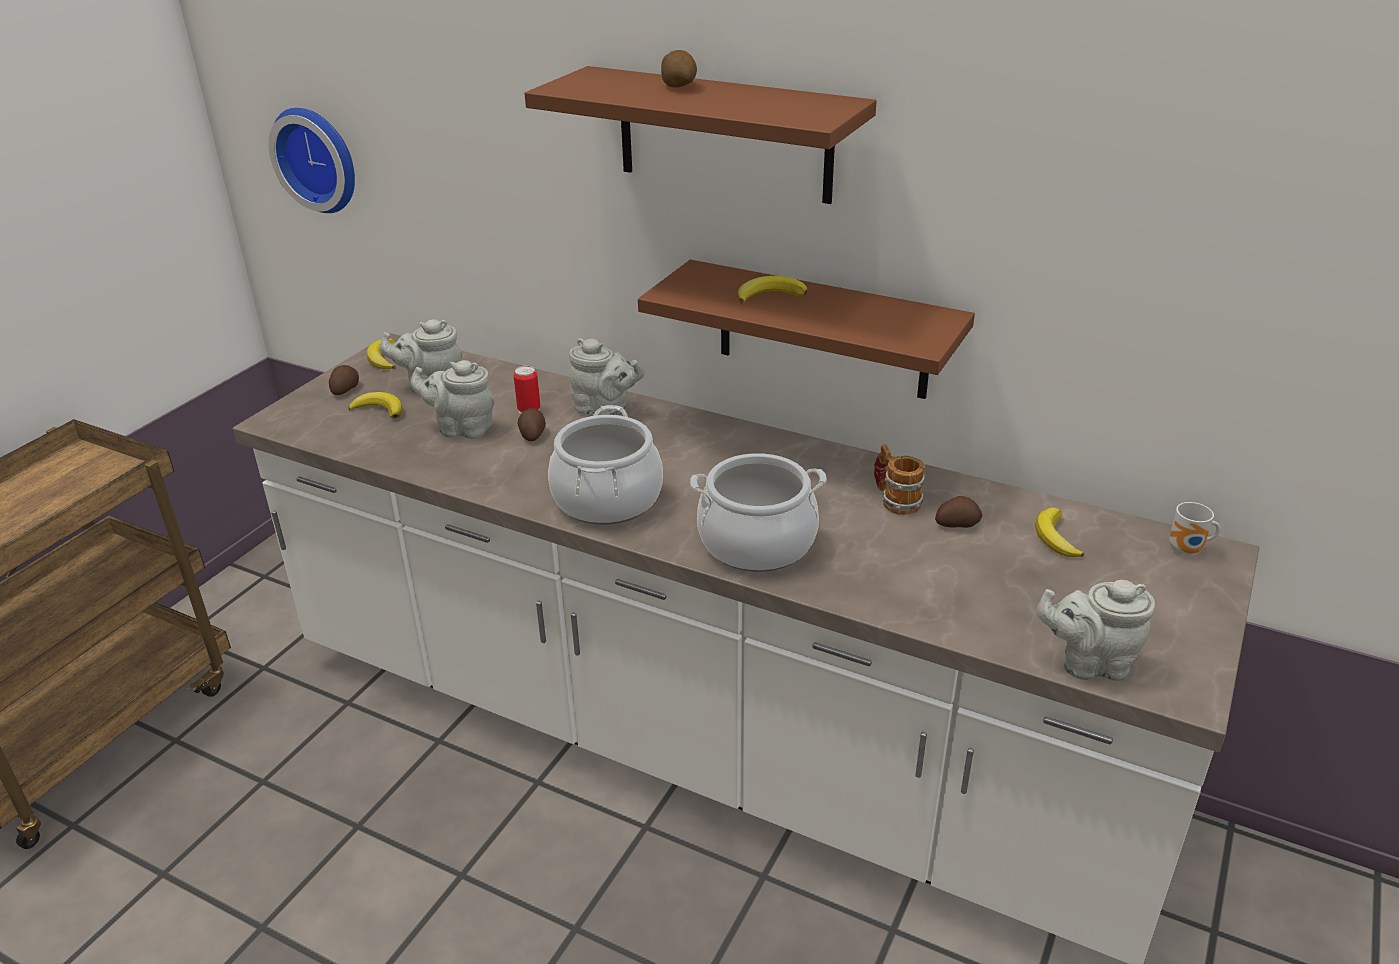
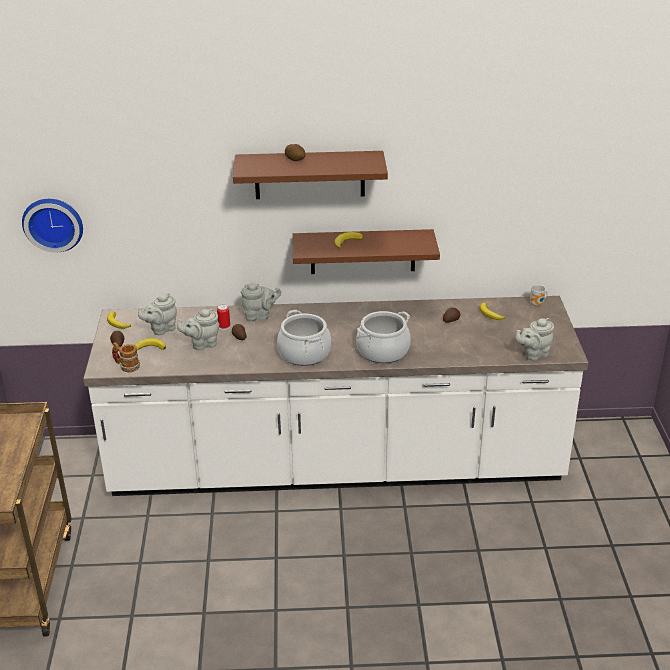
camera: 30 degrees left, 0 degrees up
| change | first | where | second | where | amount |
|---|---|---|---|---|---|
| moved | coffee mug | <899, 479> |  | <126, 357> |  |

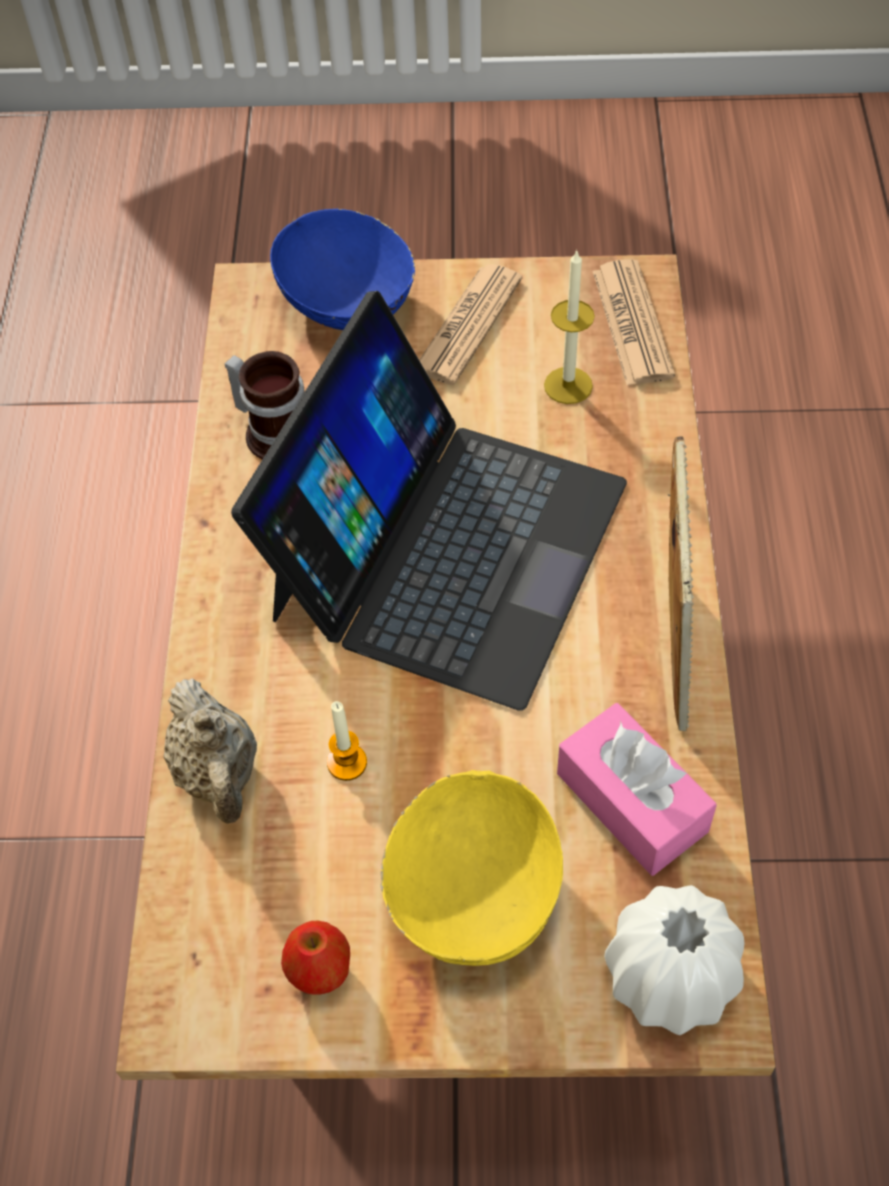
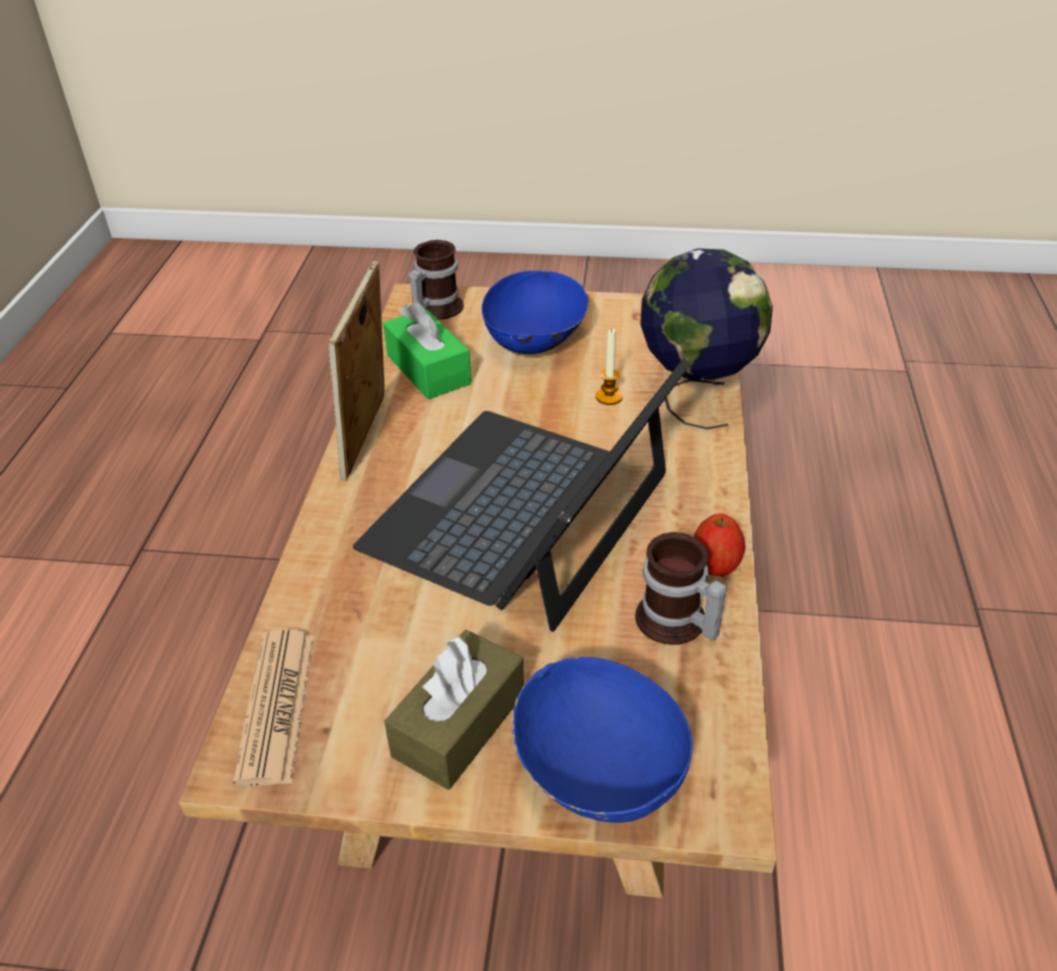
camera: 175 degrees left, 15 degrees down
| change | first | where | second | where | amount |
|---|---|---|---|---|---|
| removed | candle | <569, 326> |  |  |  |
| replaced | newspaper | <470, 324> | tissue holder in brownish | <454, 710> |  |
| replaced | teapot in beige-coloured | <210, 751> | desk globe | <706, 338> |  |
| recoloured | tissue holder in pink | <637, 789> | tissue holder in green | <427, 350> |  |
| recoloured | deep dish in yellowish | <471, 868> | deep dish in blue | <536, 312> |  |
| replaced | vase in whitish | <674, 960> | coffee mug | <436, 280> |  |
| moved | whole apple | <315, 958> |  | <719, 545> |  |

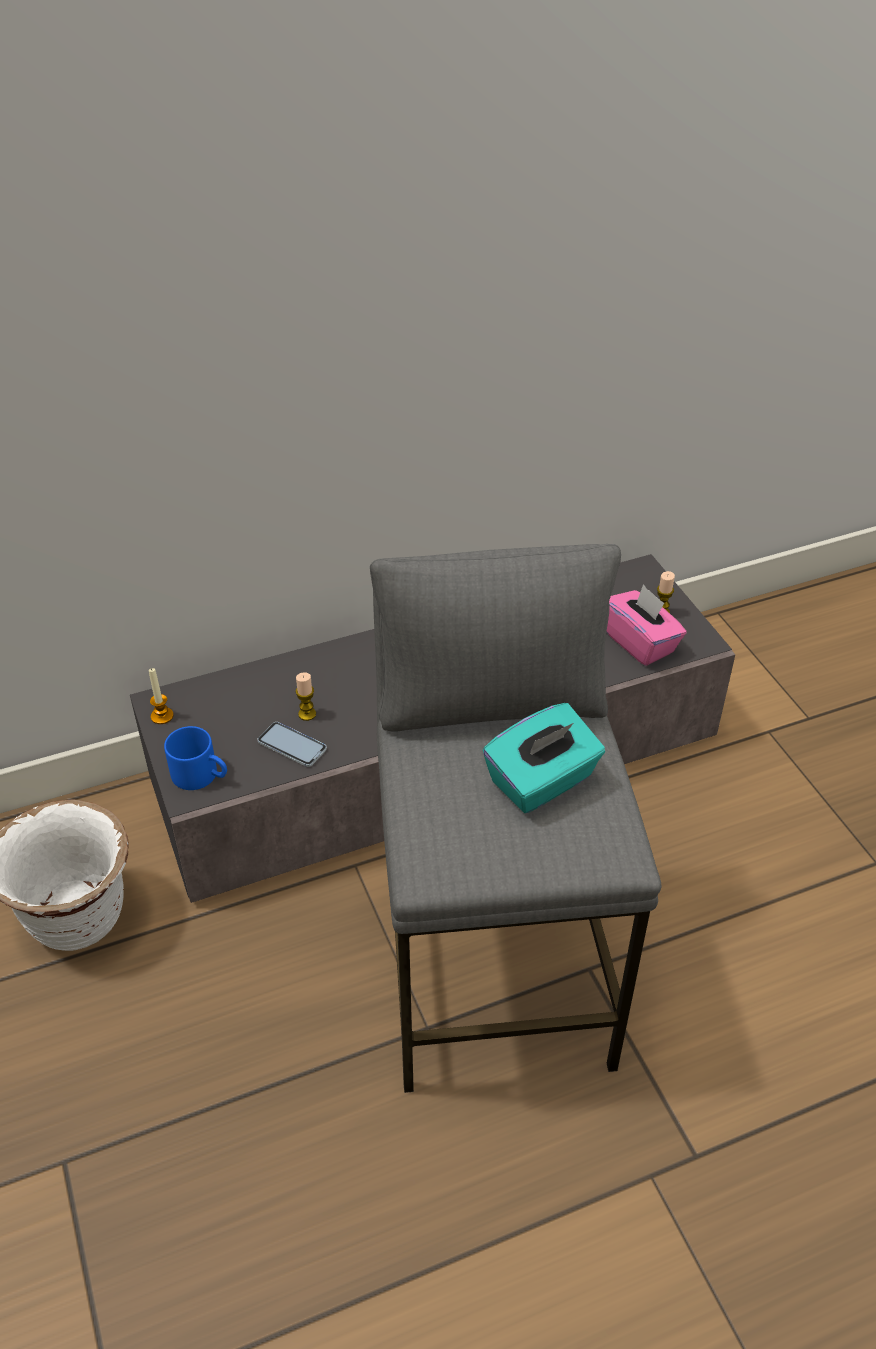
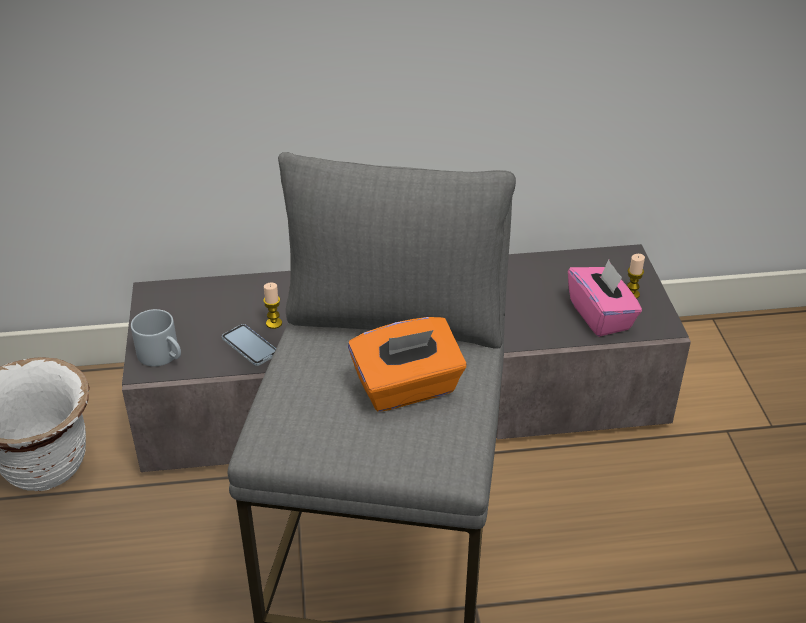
camera: 15 degrees right, 5 degrees down
| change | first | where | second | where | amount |
|---|---|---|---|---|---|
| removed | candle | <161, 696> |  |  |  |
| recoloured | tissue holder in turquoise | <544, 758> | tissue holder in orange-coloured | <407, 364> |  |
| recoloured | coffee mug in blue | <195, 758> | coffee mug in greyish | <156, 337> |  |

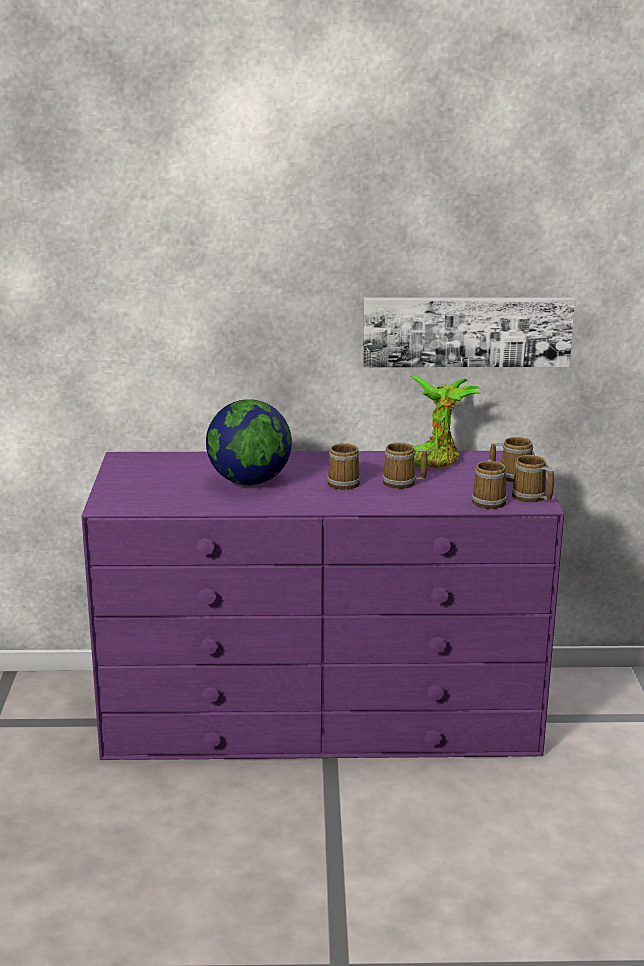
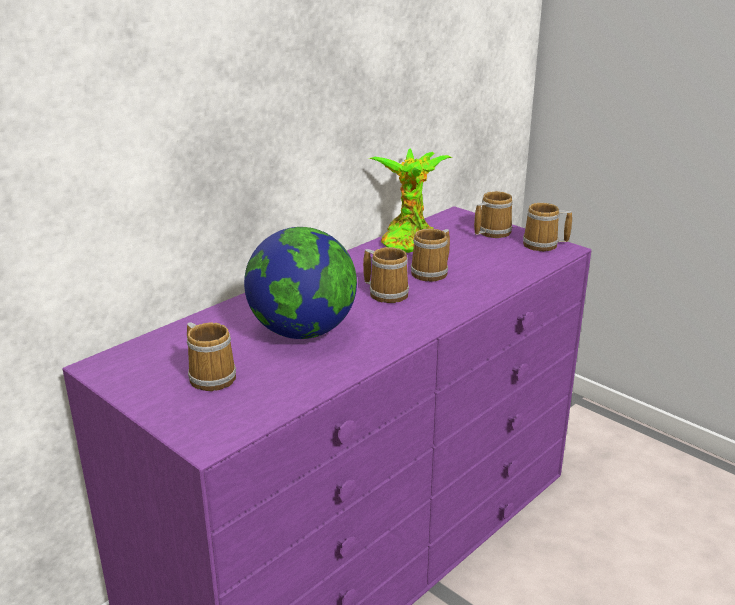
camera: 45 degrees left, 5 degrees up
| change | first | where | second | where | amount |
|---|---|---|---|---|---|
| removed | wall art | <469, 332> |  |  |  |
| moved | coffee mug | <489, 484> |  | <211, 356> |  |

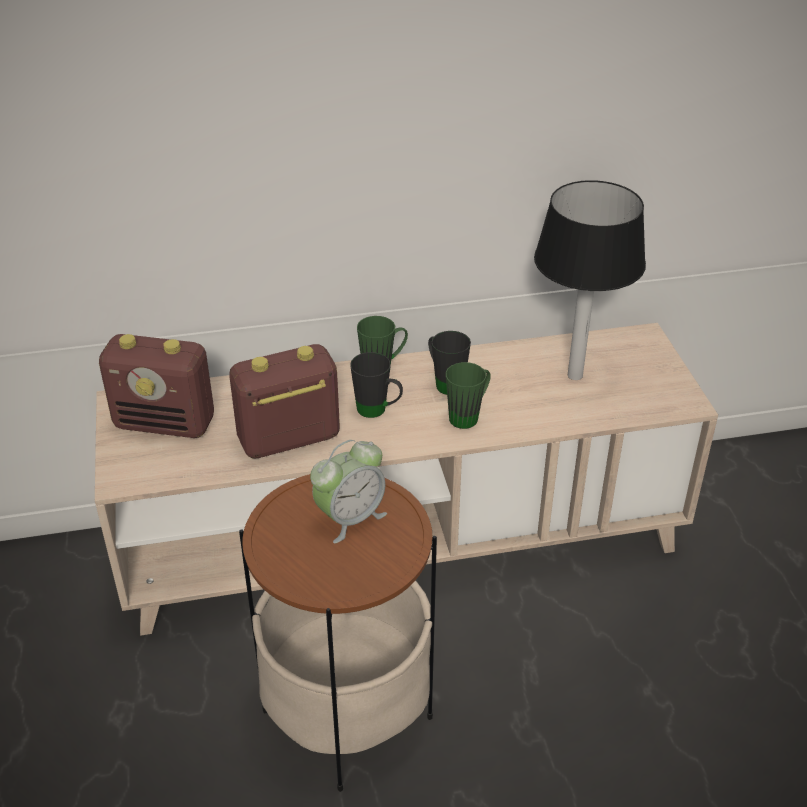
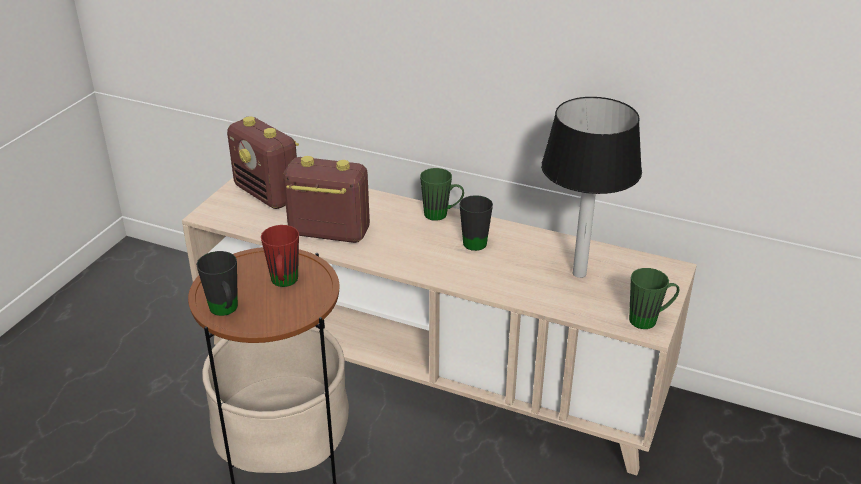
camera: 35 degrees right, 5 degrees down
| change | first | where | second | where | amount |
|---|---|---|---|---|---|
| moved | coffee mug in black | <376, 385> |  | <217, 283> |  |
| moved | coffee mug in green | <468, 395> |  | <654, 298> |  |
| replaced | alarm clock | <348, 491> | coffee mug in red | <280, 256> |  |

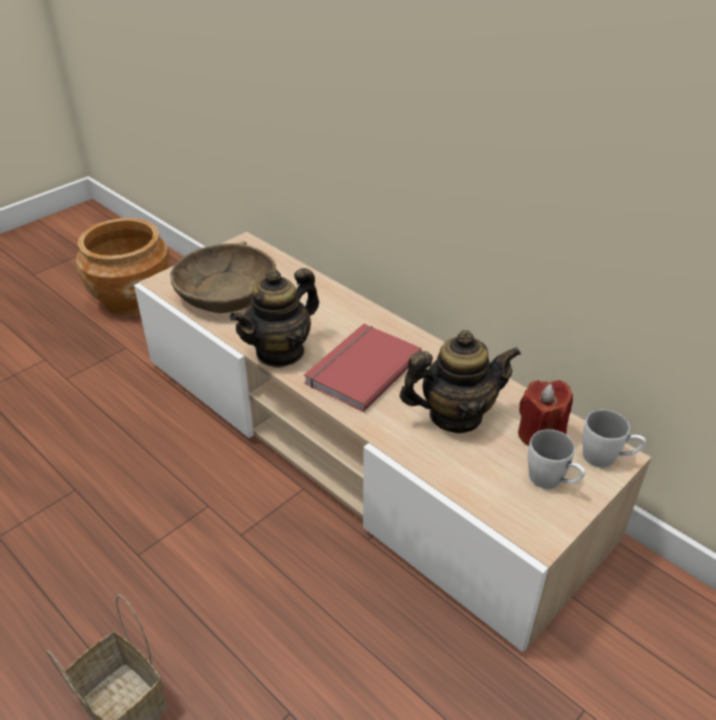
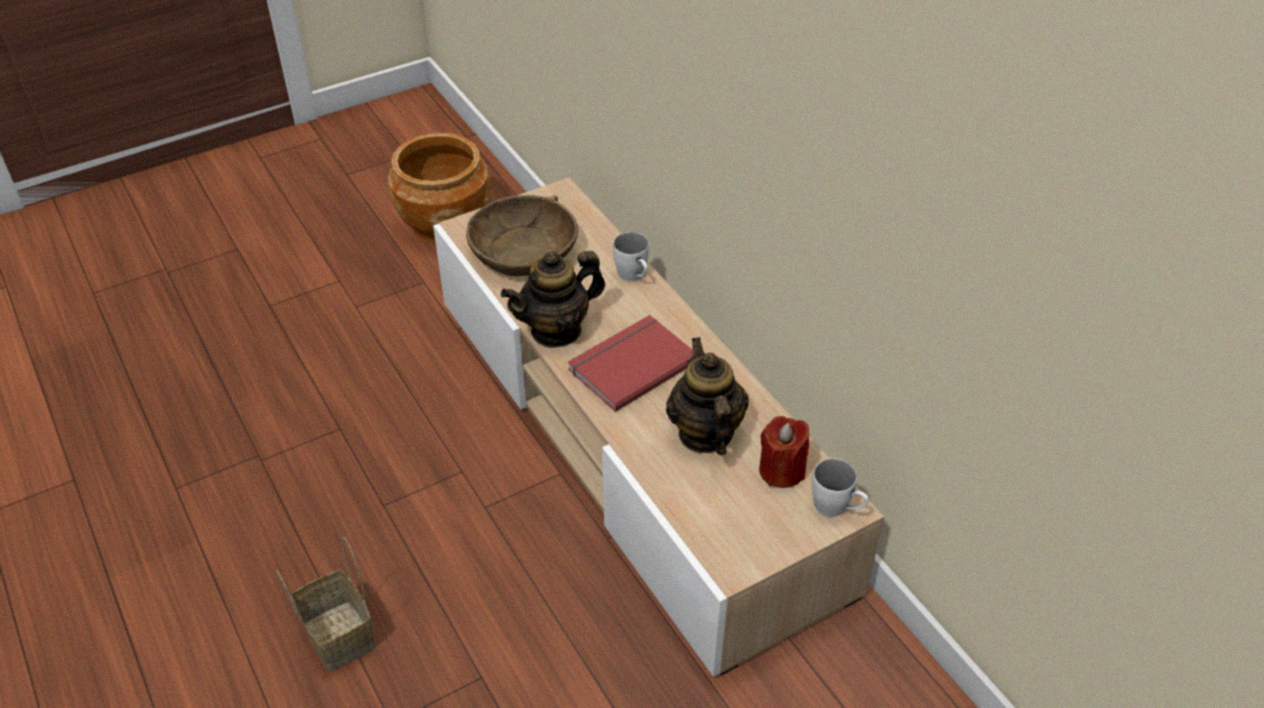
camera: 15 degrees right, 5 degrees up
| change | first | where | second | where | amount |
|---|---|---|---|---|---|
| turned | teapot | <460, 381> |  | <707, 396> | 105 degrees counterclockwise |
| moved | coffee mug in whitish | <556, 459> |  | <631, 256> |  |

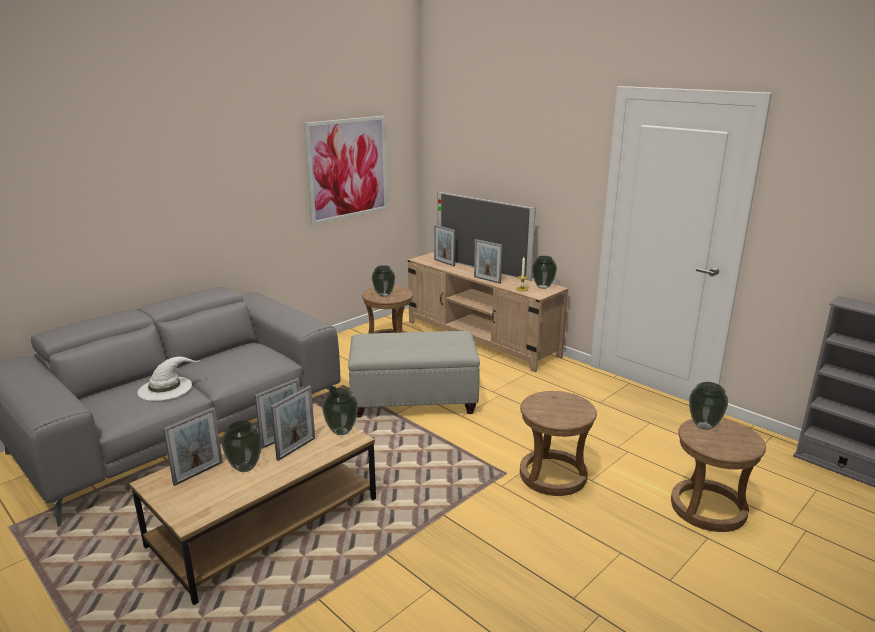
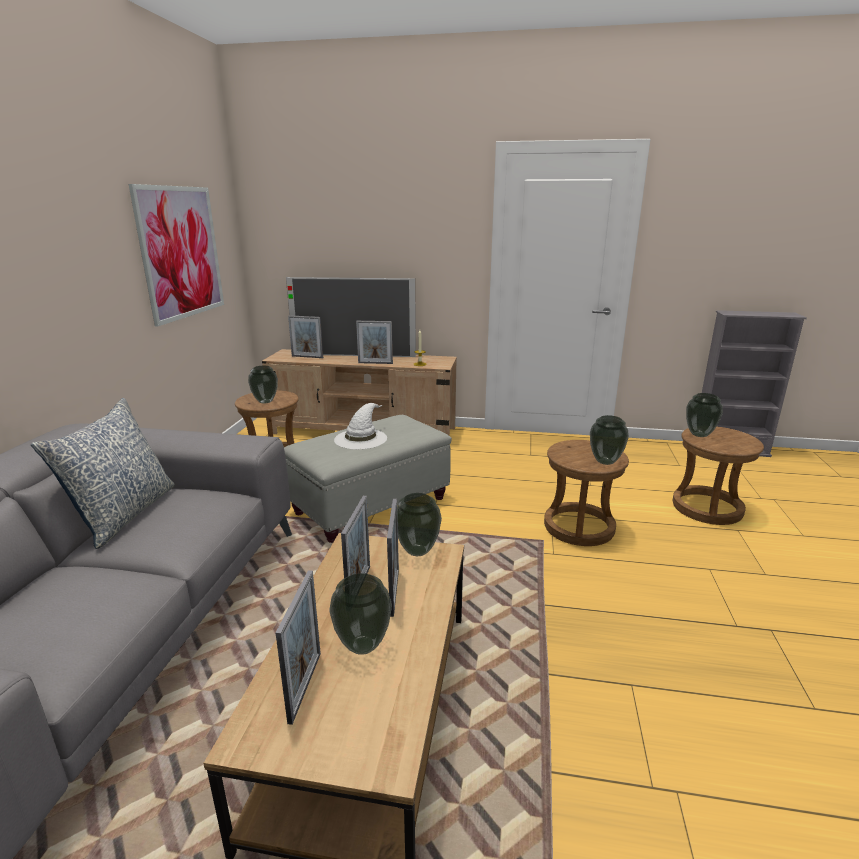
camera: 35 degrees left, 0 degrees up
| change | first | where | second | where | amount |
|---|---|---|---|---|---|
| moved | vase | <544, 272> |  | <609, 440> |  |
| moved | clothing hat in whitish | <169, 378> |  | <360, 426> |  |
| added |  |  | cushion | <103, 473> |  |

